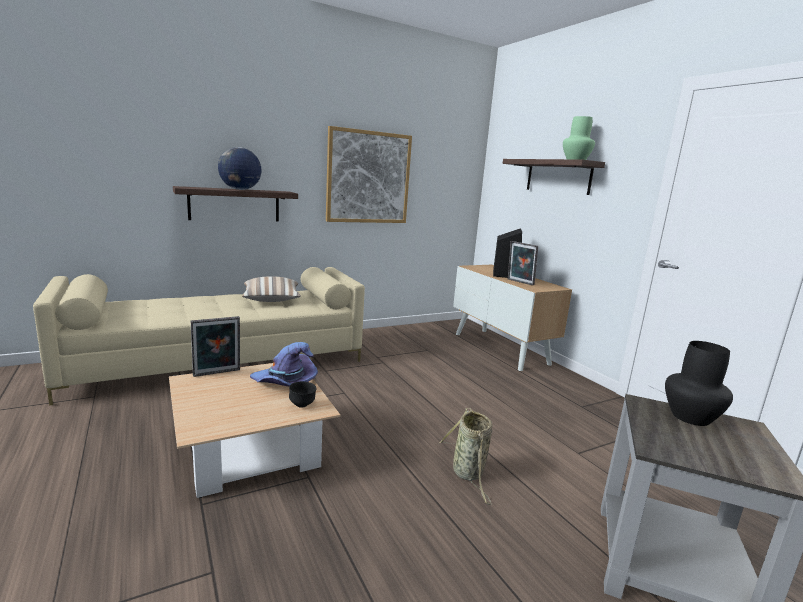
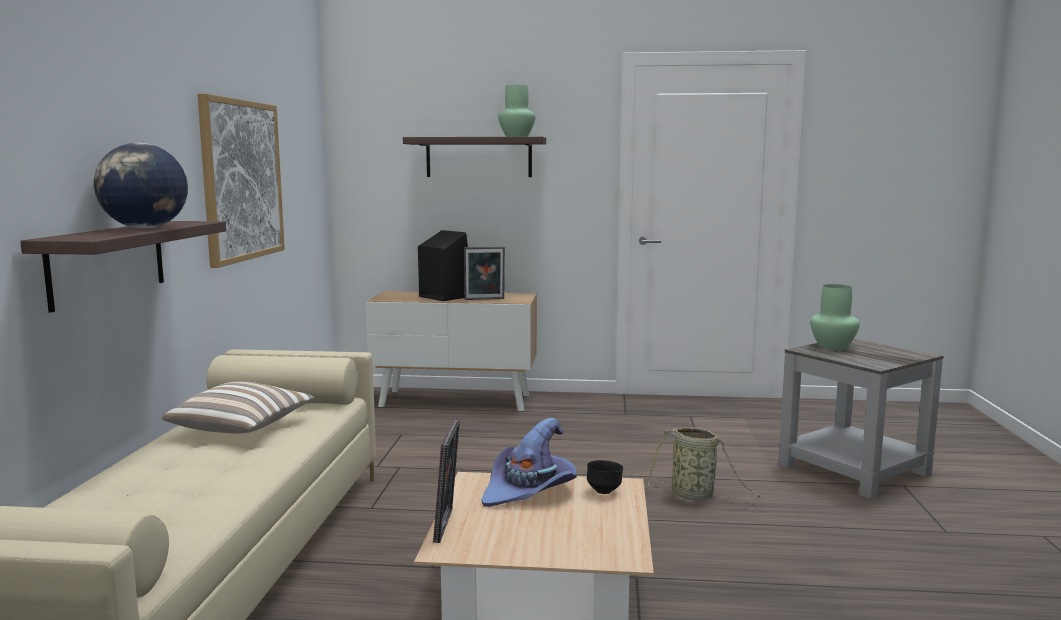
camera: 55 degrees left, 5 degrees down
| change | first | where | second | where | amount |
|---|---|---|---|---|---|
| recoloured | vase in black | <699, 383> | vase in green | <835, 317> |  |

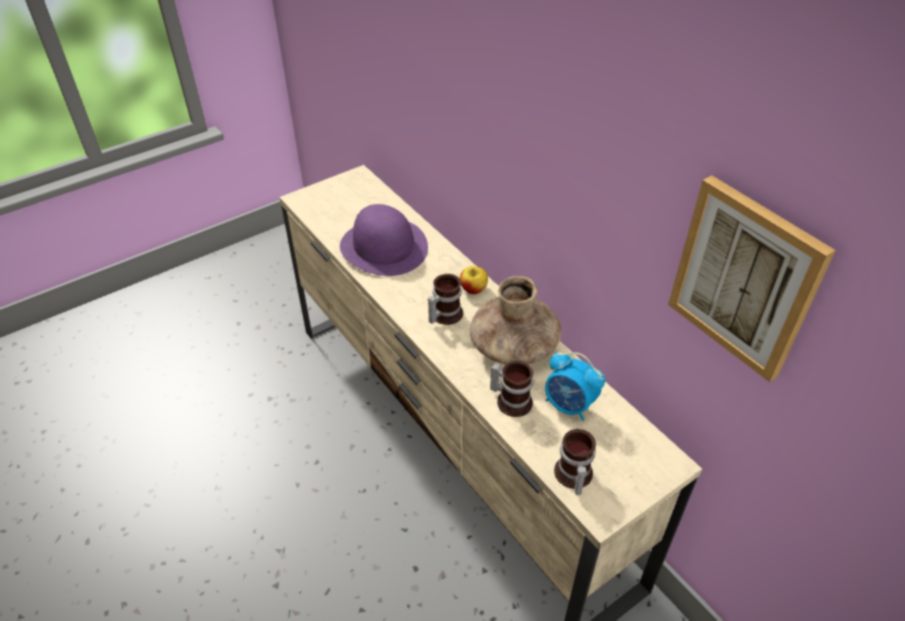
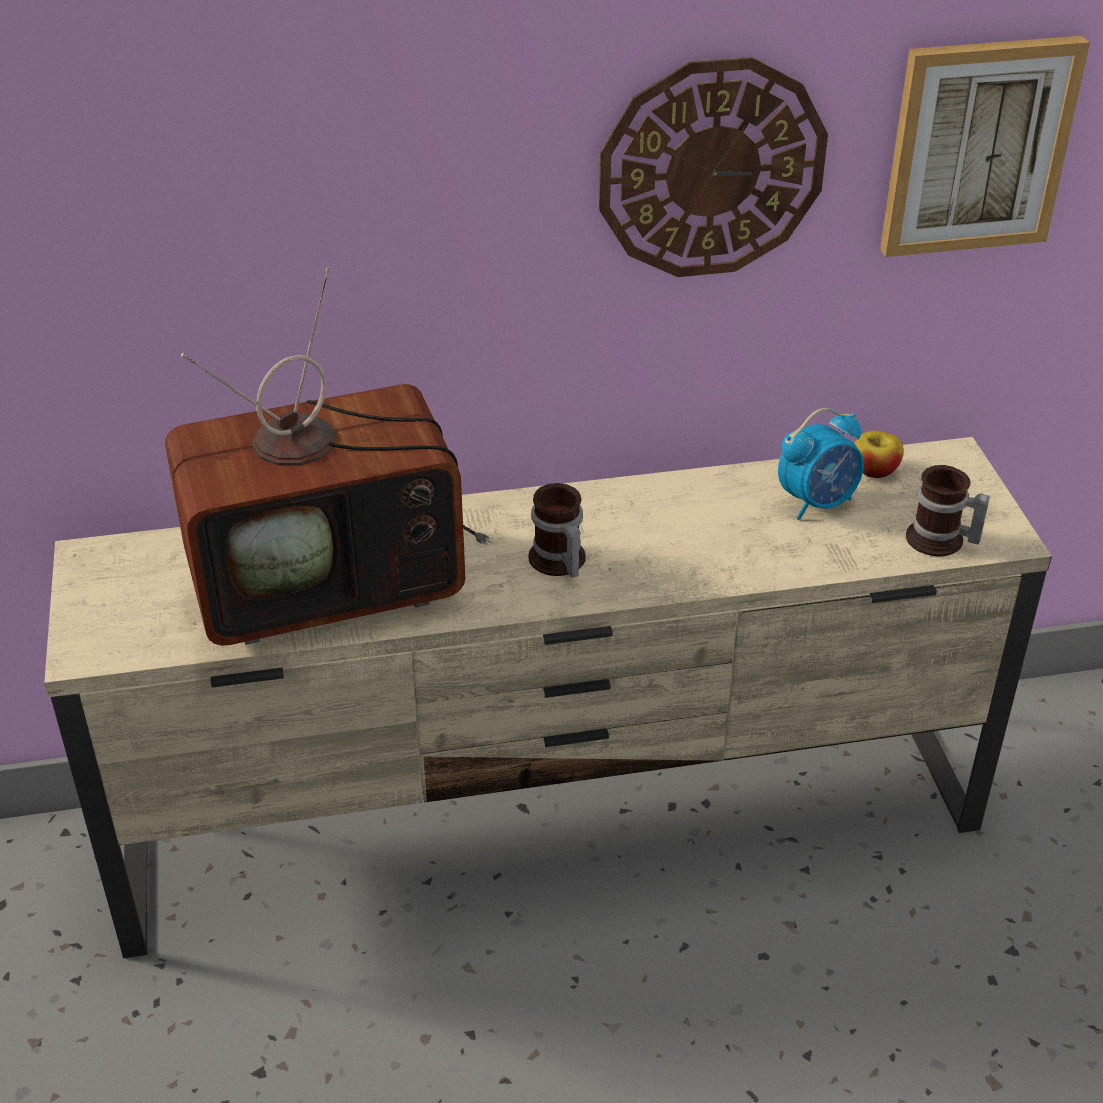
camera: 65 degrees left, 5 degrees down
| change | first | where | second | where | amount |
|---|---|---|---|---|---|
| replaced | clothing hat in purple | <384, 240> | TV set | <328, 456> |  |
| moved | whole apple | <474, 280> |  | <879, 454> |  |
| removed | vase in brownish | <515, 320> |  |  |  |
| removed | coffee mug | <511, 389> |  |  |  |
| added |  |  | wall clock | <713, 167> |  |

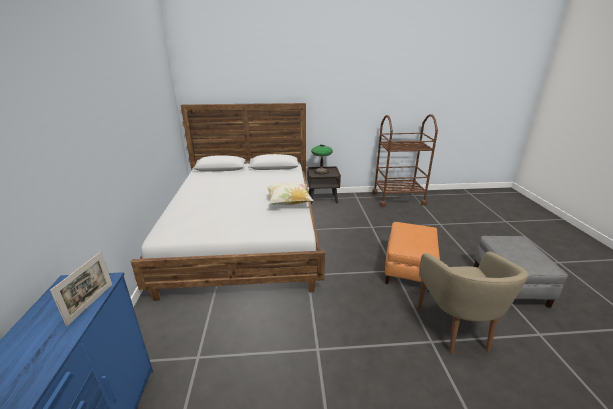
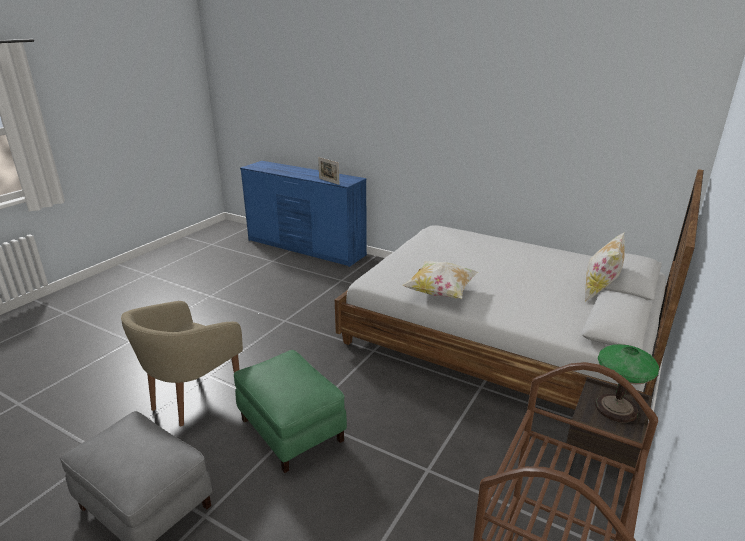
camera: 125 degrees right, 0 degrees up
| change | first | where | second | where | amount |
|---|---|---|---|---|---|
| recoloured | footrest in orange-coloured | <412, 257> | footrest in green | <290, 411> |  |
| turned | easy chair in beige-coloured | <473, 303> |  | <182, 363> | 90 degrees counterclockwise |
| added |  |  | cushion | <605, 267> |  |

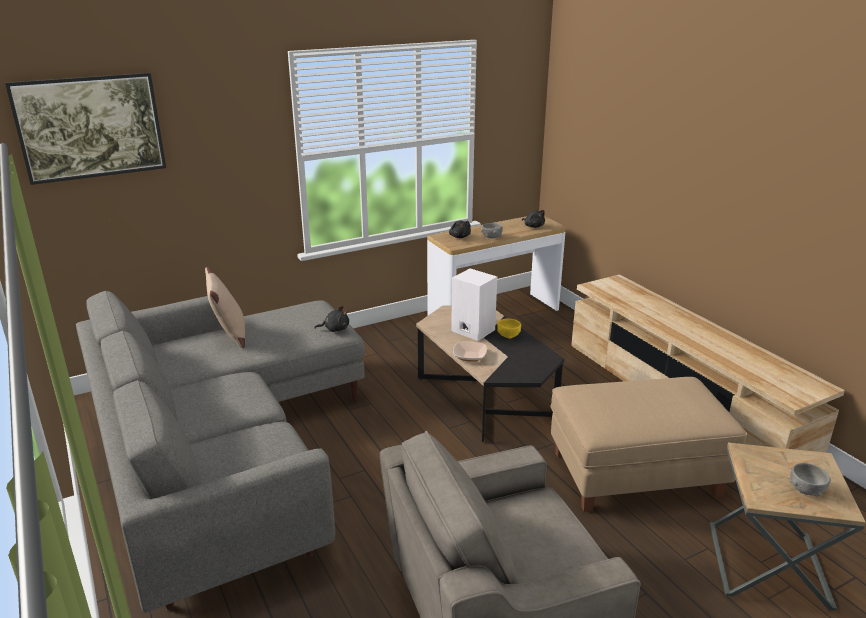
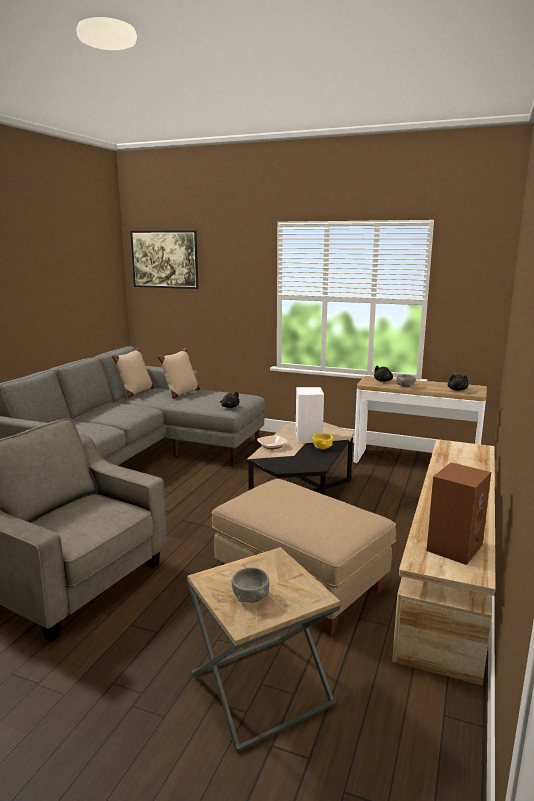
camera: 50 degrees right, 10 degrees down
| change | first | where | second | where | amount |
|---|---|---|---|---|---|
| added |  |  | cushion in beige-coloured | <133, 373> |  |
| added |  |  | audio speaker in brownish | <459, 513> |  |

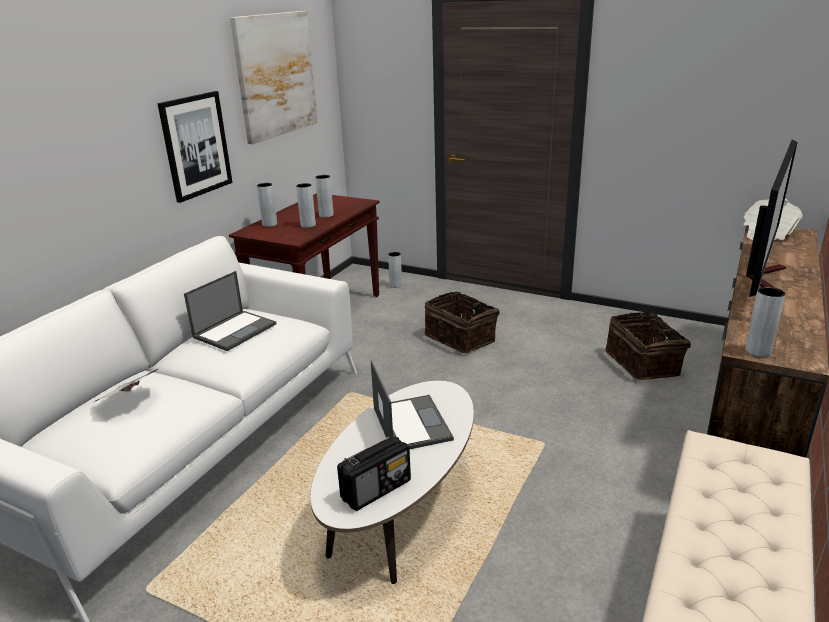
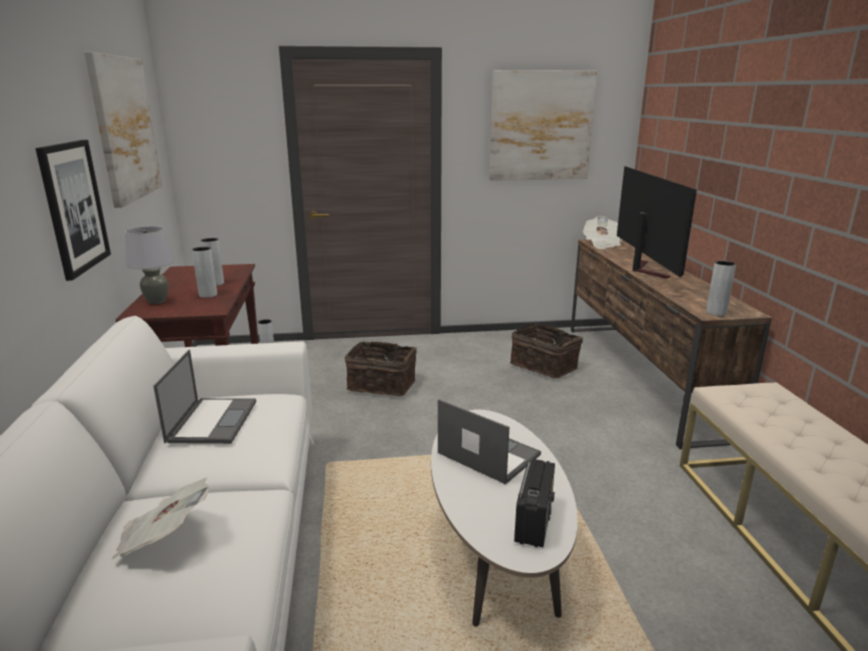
camera: 35 degrees left, 5 degrees down
| change | first | where | second | where | amount |
|---|---|---|---|---|---|
| replaced | vase in greyish | <267, 205> | tabletop lamp in greyish | <149, 265> |  |
| added |  |  | wall art | <543, 125> |  |

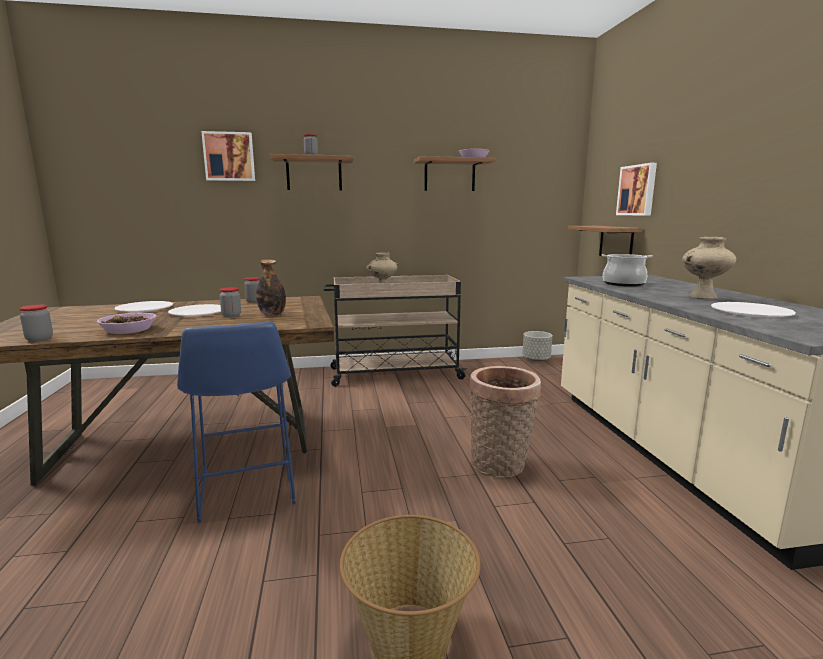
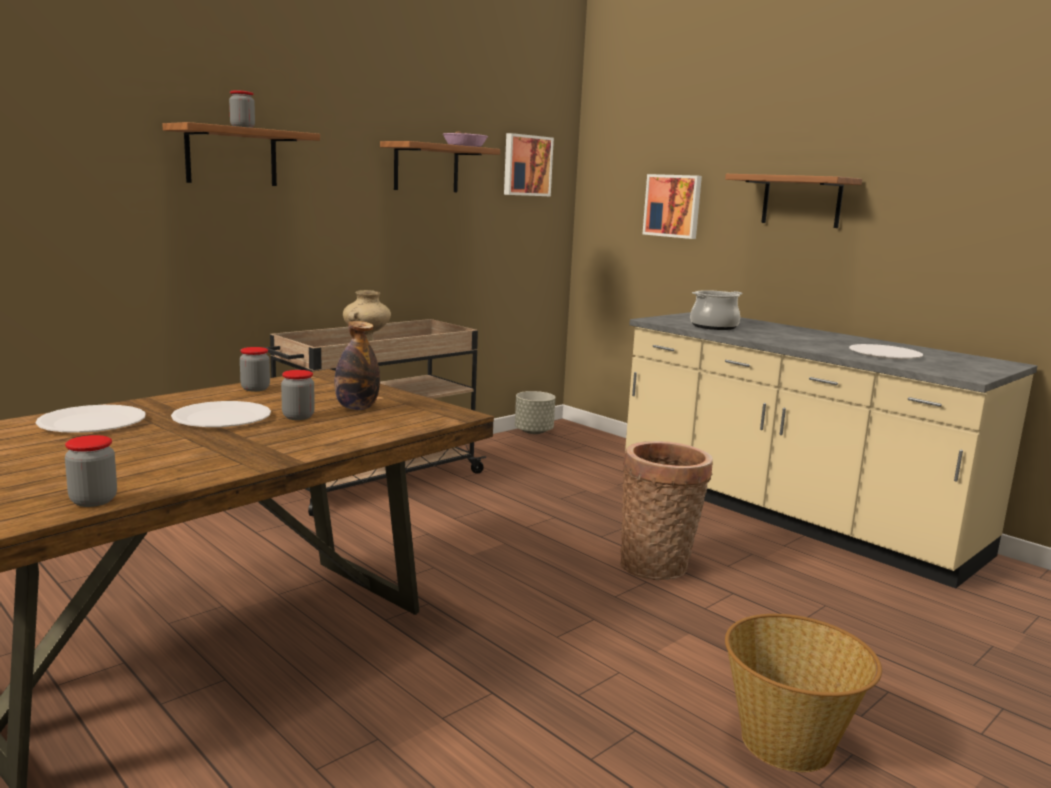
camera: 35 degrees left, 0 degrees up
| change | first | where | second | where | amount |
|---|---|---|---|---|---|
| moved | wall art | <228, 156> |  | <529, 164> |  |
| moved | wall shelf | <605, 241> |  | <793, 201> |  |
| removed | vase in beige-coloured | <709, 268> |  |  |  |
| removed | deep dish | <127, 323> |  |  |  |
| removed | stool seat in blue | <236, 422> |  |  |  |

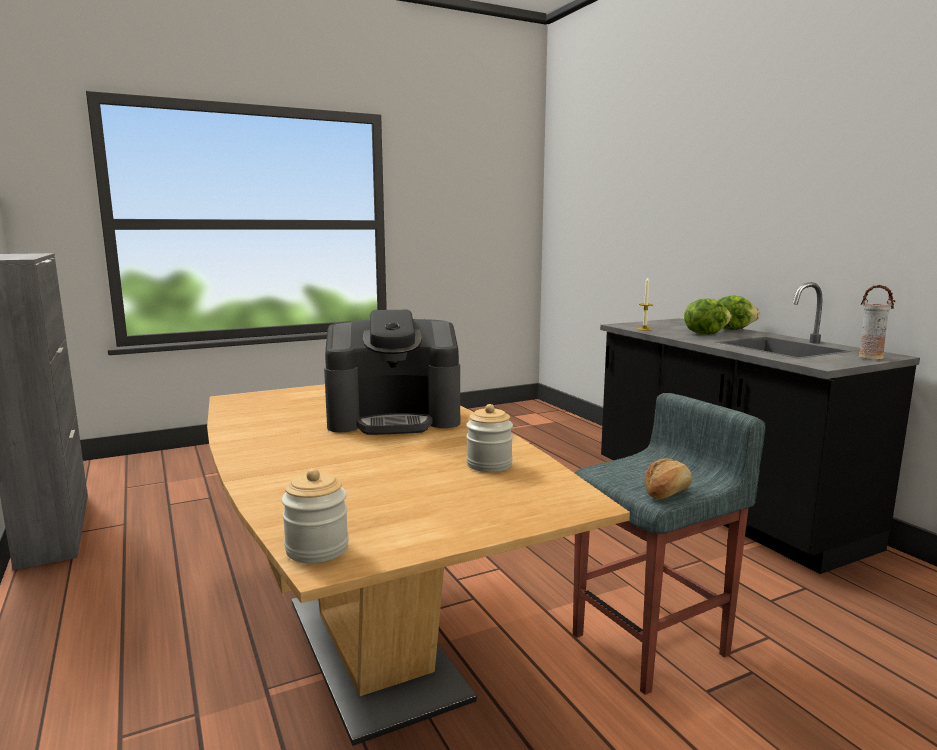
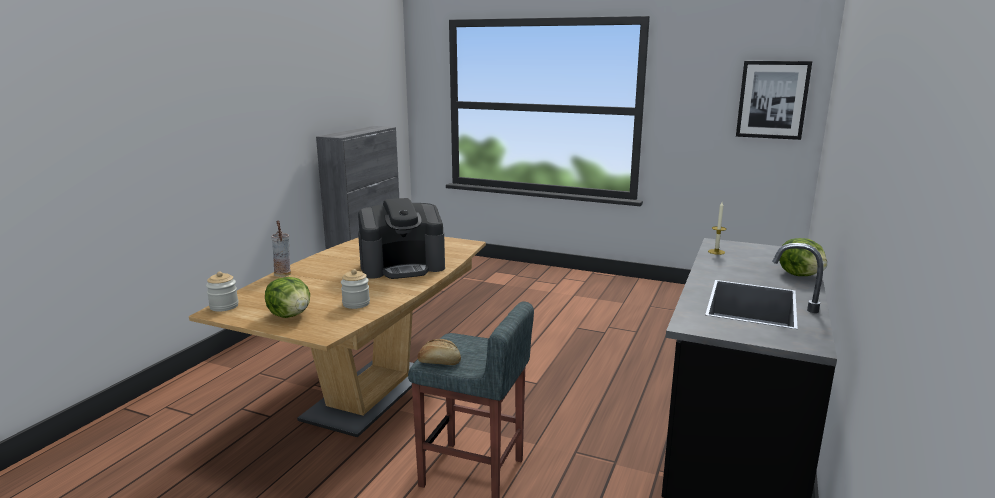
camera: 50 degrees right, 5 degrees up
| change | first | where | second | where | amount |
|---|---|---|---|---|---|
| moved | vase | <877, 322> |  | <281, 248> |  |
| moved | head of lettuce | <708, 317> |  | <287, 297> |  |
| turned | coffee maker | <392, 372> |  | <401, 238> | 60 degrees counterclockwise |
| added |  |  | wall art | <774, 100> |  |

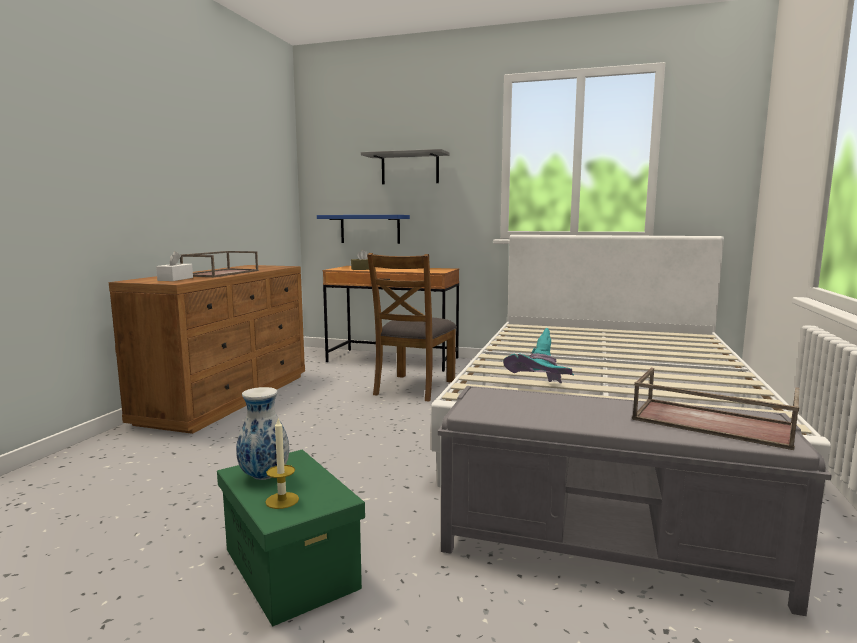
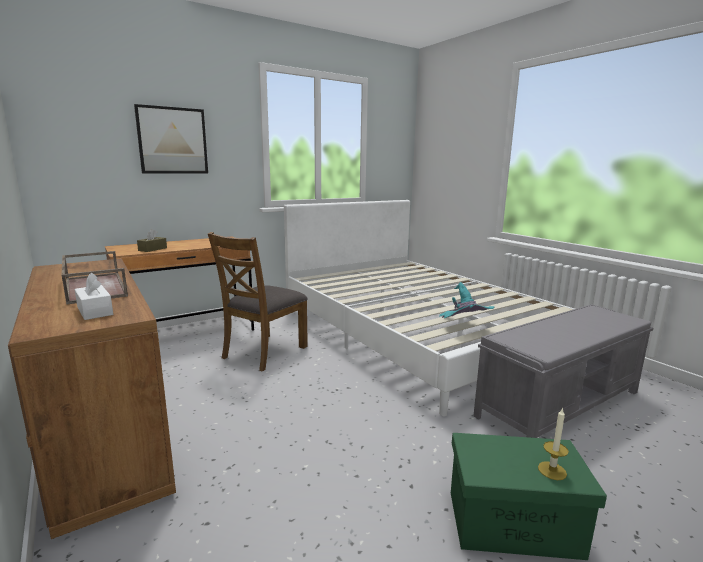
camera: 50 degrees left, 5 degrees up
| change | first | where | second | where | amount |
|---|---|---|---|---|---|
| replaced | wall shelf in greyish | <405, 166> | wall art | <171, 139> |  |
| removed | wall shelf in blue | <363, 229> |  |  |  |
| turned | chair in brownish | <412, 327> |  | <258, 301> | 60 degrees clockwise |
| removed | tray in brownish | <715, 409> |  |  |  |
| removed | vase | <262, 433> |  |  |  |

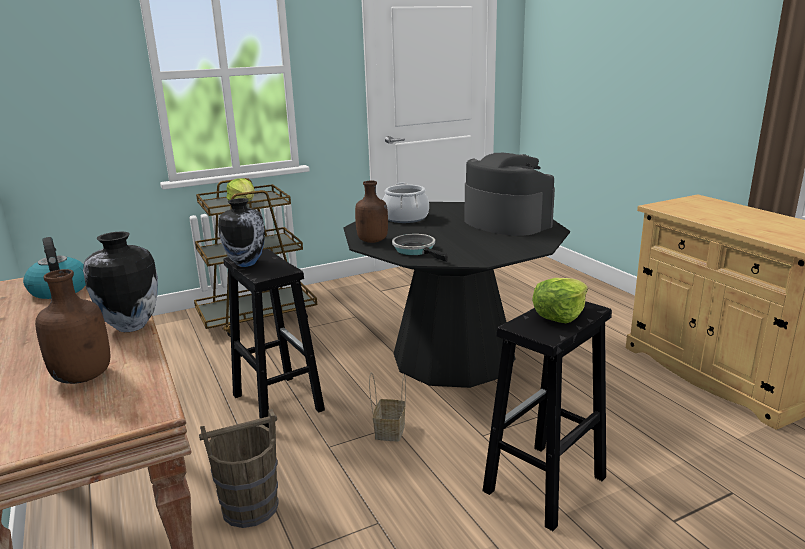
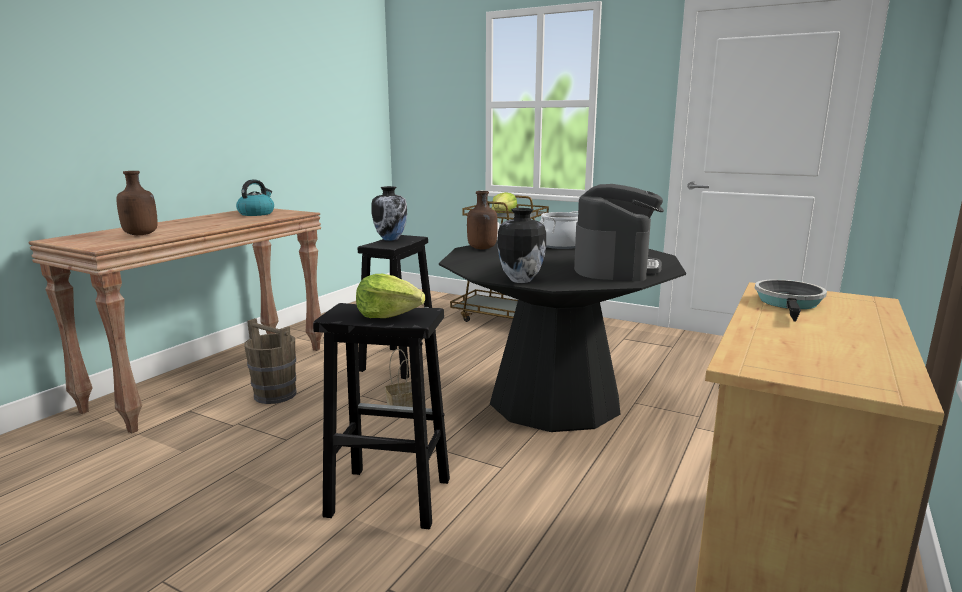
camera: 55 degrees right, 5 degrees down
| change | first | where | second | where | amount |
|---|---|---|---|---|---|
| moved | vase | <120, 282> |  | <521, 245> |  |
| moved | pan | <420, 248> |  | <791, 300> |  |

